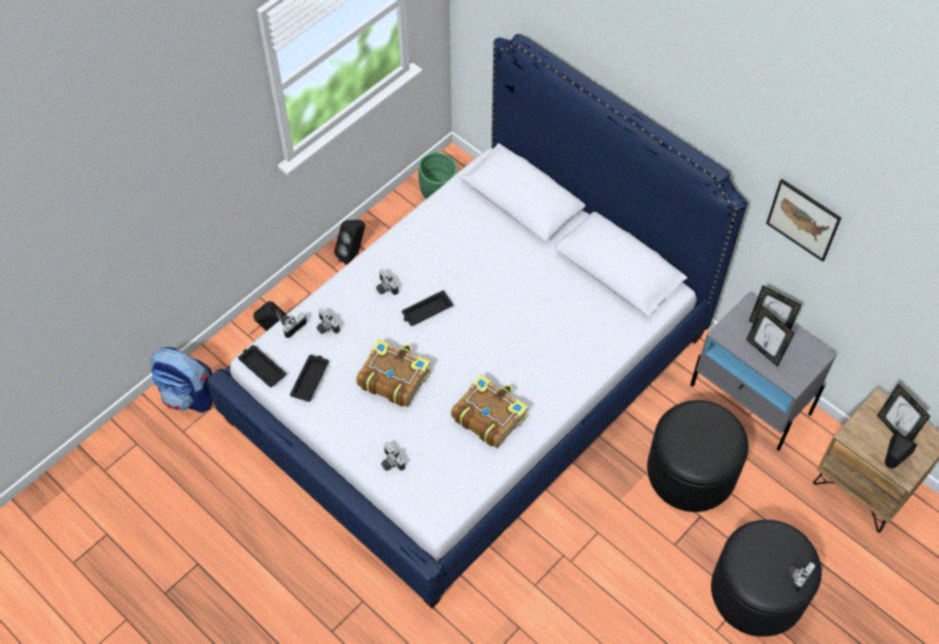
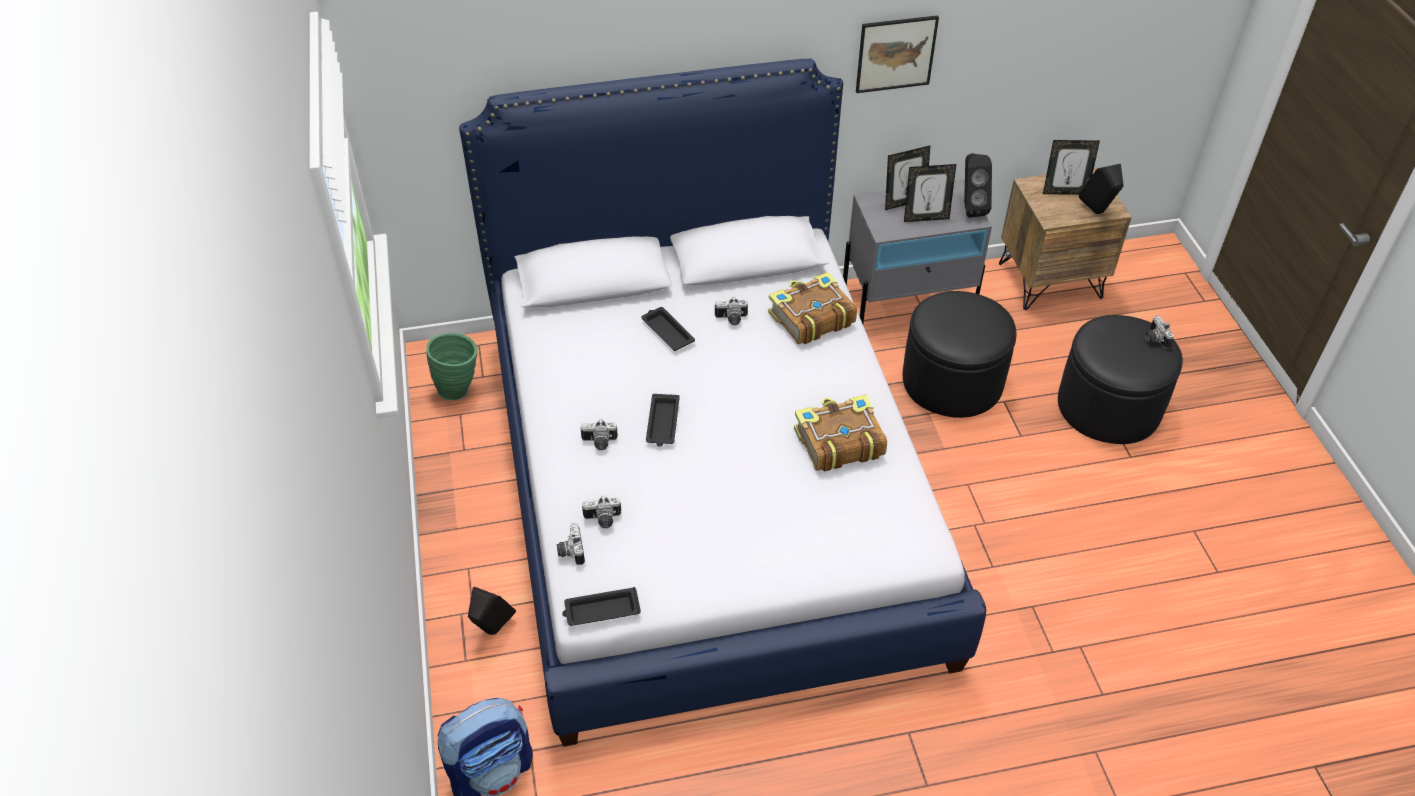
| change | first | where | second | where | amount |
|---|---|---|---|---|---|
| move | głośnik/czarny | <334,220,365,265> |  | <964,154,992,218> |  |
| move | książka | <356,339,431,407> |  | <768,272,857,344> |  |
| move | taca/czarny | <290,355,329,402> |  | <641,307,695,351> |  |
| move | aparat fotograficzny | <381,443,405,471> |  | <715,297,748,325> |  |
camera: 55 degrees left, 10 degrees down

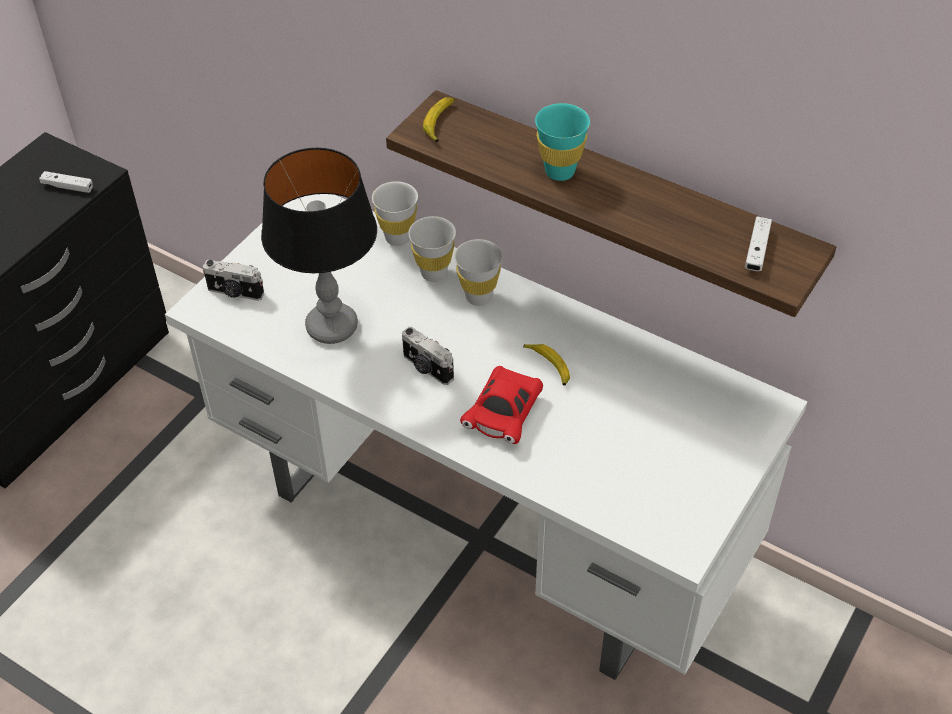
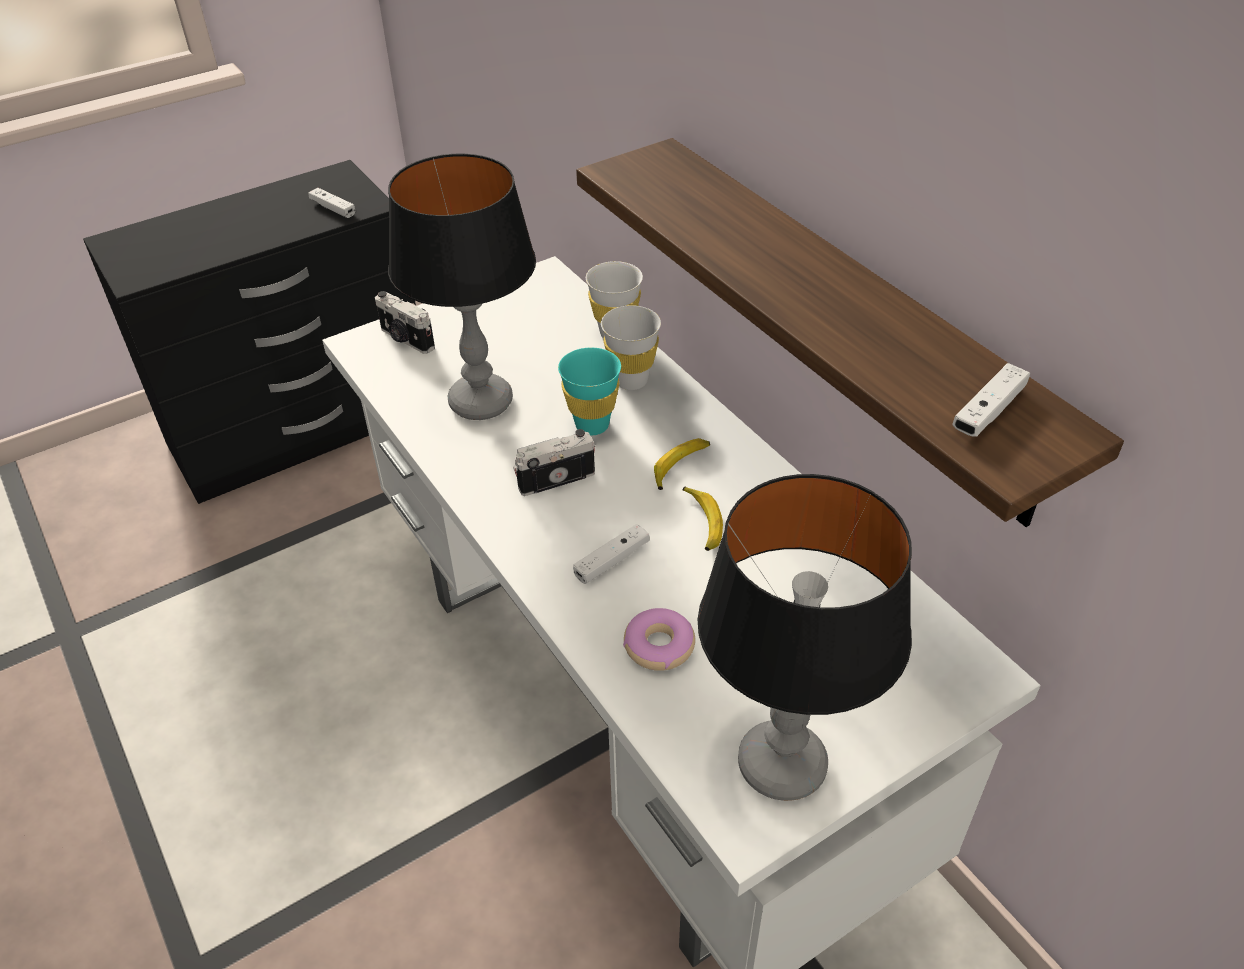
| change | first | where | second | where | amount |
|---|---|---|---|---|---|
| move | banan | <423,97,455,142> |  | <654,438,710,490> |  |
| move | filiżanka/turkusowy | <535,103,590,181> |  | <558,348,621,435> |  |
| delete | filiżanka/biały | <454,239,503,306> |  |  |  |
| rotate | aparat fotograficzny | <402,327,454,385> |  | <513,429,596,496> | 90 degrees clockwise |
| replace | samochodzik/czerwony | <460,366,543,444> | pad do gier/biały | <573,524,649,584> |  |
| insert |  |  | lampa stołowa | <698,474,912,801> |  |
| insert |  |  | donut | <623,608,695,671> |  |
camera: 25 degrees right, 5 degrees down

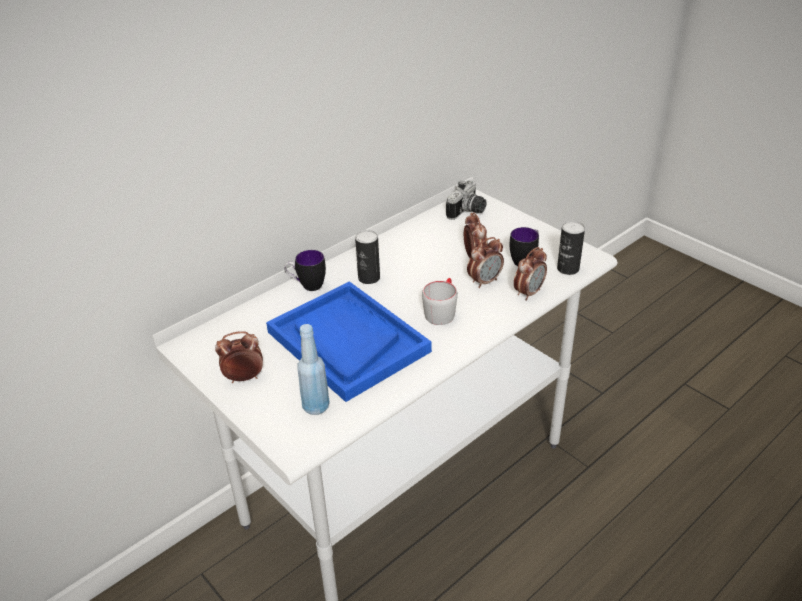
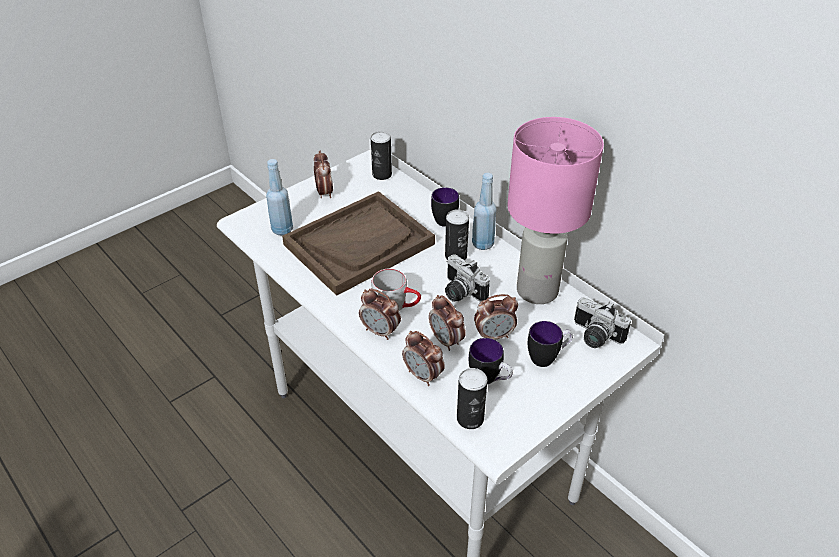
| change | first | where | second | where | amount |
|---|---|---|---|---|---|
| recolor | taca/niebieski | <266,281,432,402> | taca/brązowy | <282,191,435,296> |  |
| insert |  |  | lampa stołowa/różowy | <507,117,604,304> |  |
| insert |  |  | puszka | <371,131,392,180> |  |
| insert |  |  | butelka/niebieski | <472,173,496,250> |  |
| insert |  |  | aparat fotograficzny | <445,254,490,302> |  |
| insert |  |  | budzik | <359,289,401,340> |  |
| insert |  |  | kubek | <528,321,573,367> |  |
camera: 90 degrees right, 5 degrees up

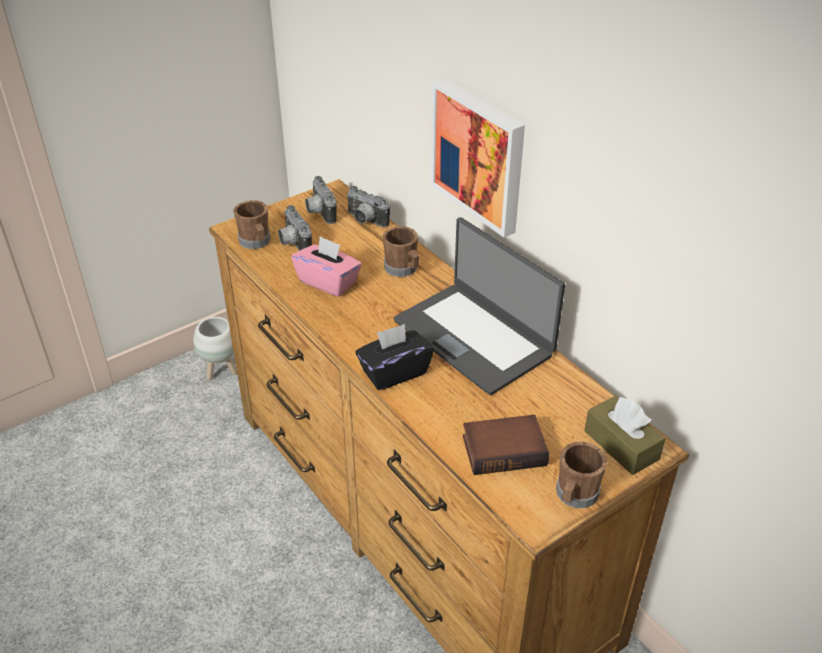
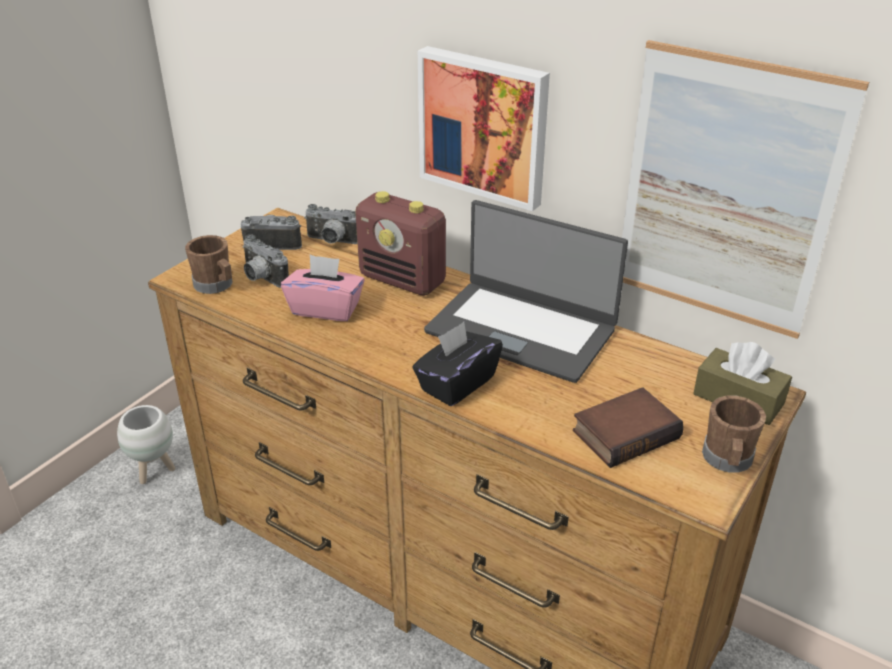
| change | first | where | second | where | amount |
|---|---|---|---|---|---|
| rotate | aparat fotograficzny | <305,176,337,224> |  | <241,215,302,250> | 135 degrees clockwise |
| replace | kubek/brązowy | <383,226,420,277> | radio | <355,191,446,296> |  |
| insert |  |  | obraz | <622,40,869,339> |  |
camera: 20 degrees left, 5 degrees down

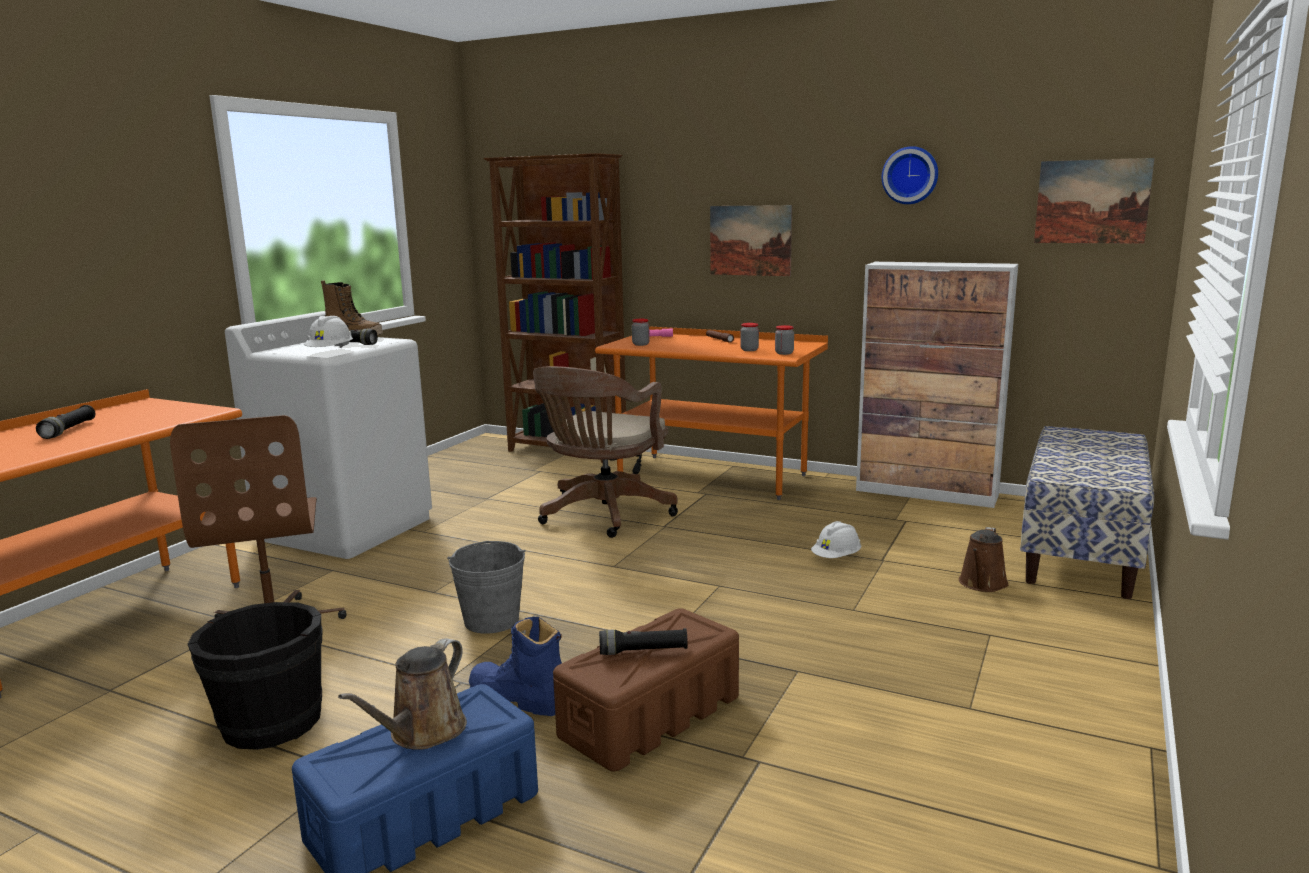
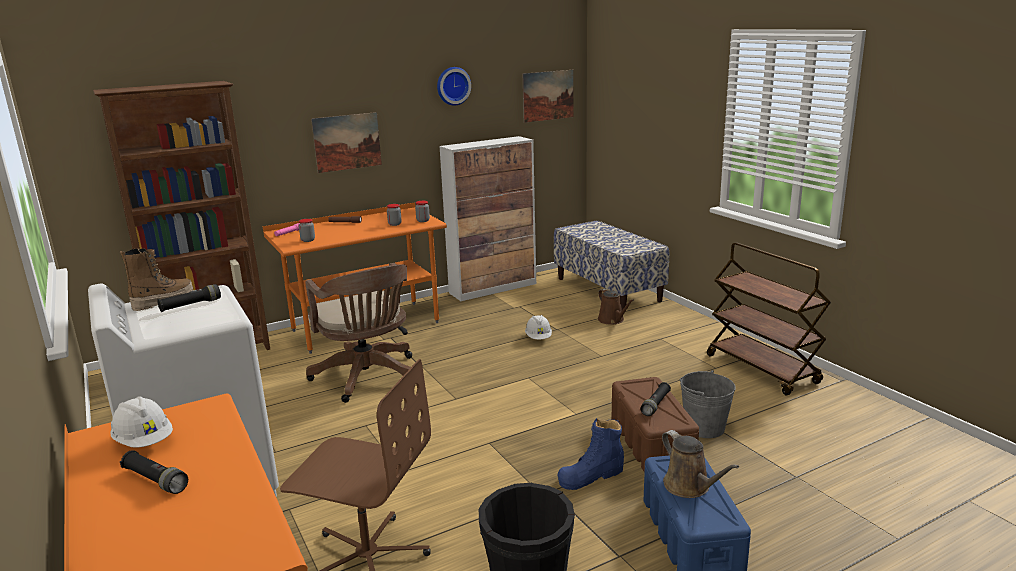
| change | first | where | second | where | amount |
|---|---|---|---|---|---|
| move | kask/biały | <304,316,353,348> |  | <110,396,173,448> |  |
| move | wiadro/szary | <447,541,526,634> |  | <680,370,736,438> |  |
| insert |  |  | wózek/brązowy | <707,242,831,395> |  |
camera: 55 degrees left, 5 degrees up

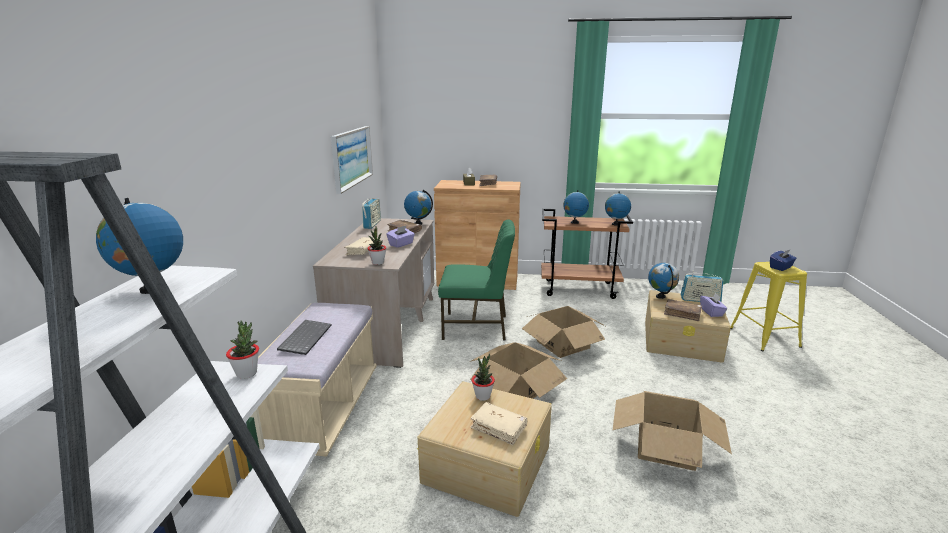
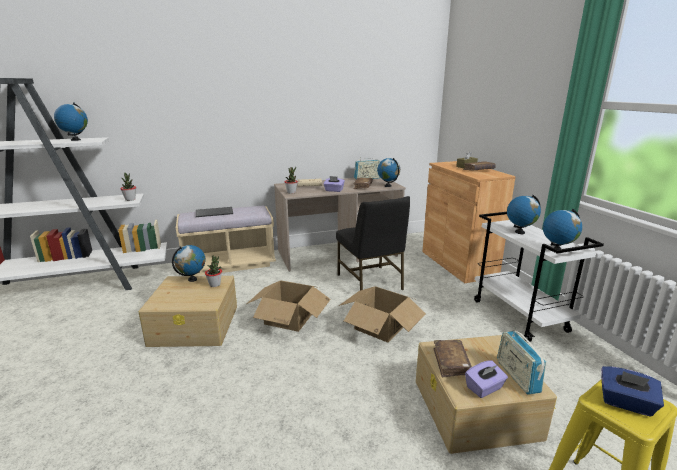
| change | first | where | second | where | amount |
|---|---|---|---|---|---|
| delete | obraz | <331,126,373,194> |  |  |  |
| recolor | wózek/brązowy | <541,209,633,299> | wózek/biały | <474,212,604,342> |  |
| recolor | krzesło/zielony | <438,219,515,341> | krzesło/czarny | <336,196,410,291> |  |
| move | globus | <648,263,679,299> |  | <172,245,205,282> |  |
| delete | karton | <612,391,732,471> |  |  |  |
| delete | książka/beżowy | <470,402,527,445> |  |  |  |
camera: 65 degrees right, 0 degrees up

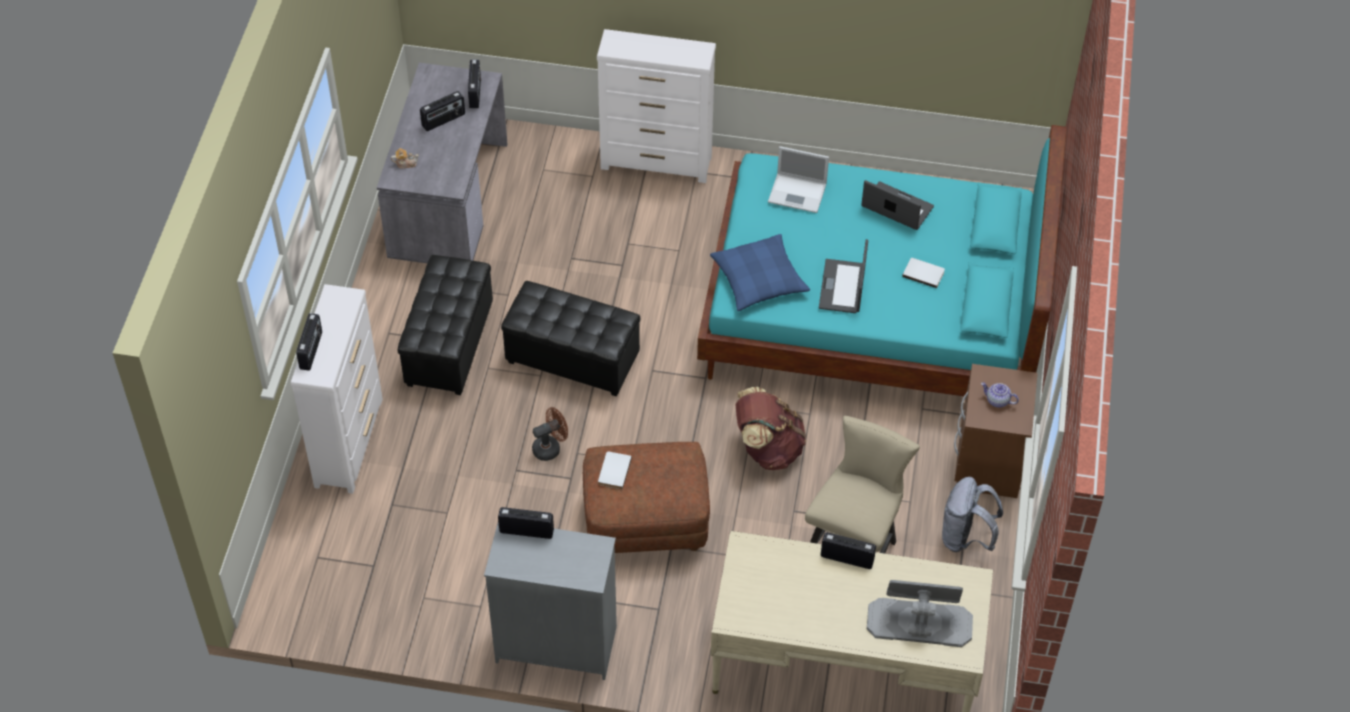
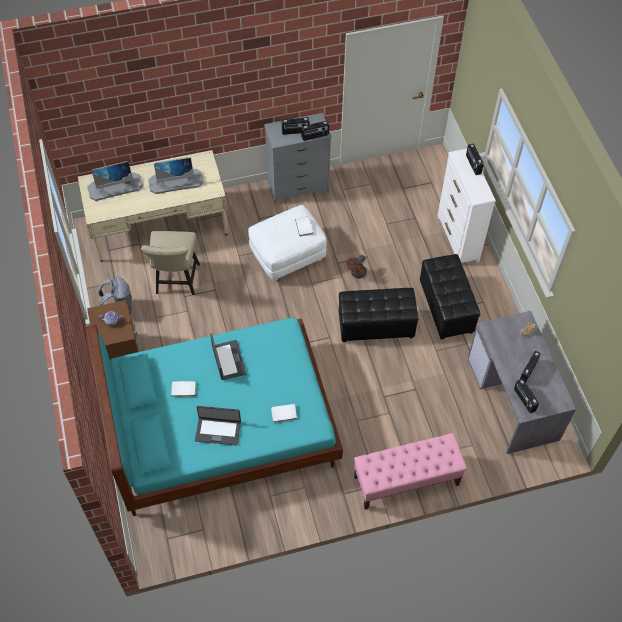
| change | first | where | second | where | amount |
|---|---|---|---|---|---|
| replace | komoda/biały | <597,29,716,183> | ławka/różowy | <354,433,467,510> |  |
| replace | laptop | <768,146,829,213> | książka/biały | <271,404,297,423> |  |
| delete | poduszka/niebieski | <710,234,810,311> |  |  |  |
| delete | plecak/brązowy | <735,387,806,470> |  |  |  |
| recolor | pufa/brązowy | <583,442,710,553> | pufa/biały | <248,205,327,281> |  |
| move | radio | <821,532,876,569> |  | <282,117,310,135> |  |
| insert |  |  | monitor | <148,157,203,194> |  |
camera: 155 degrees right, 5 degrees up

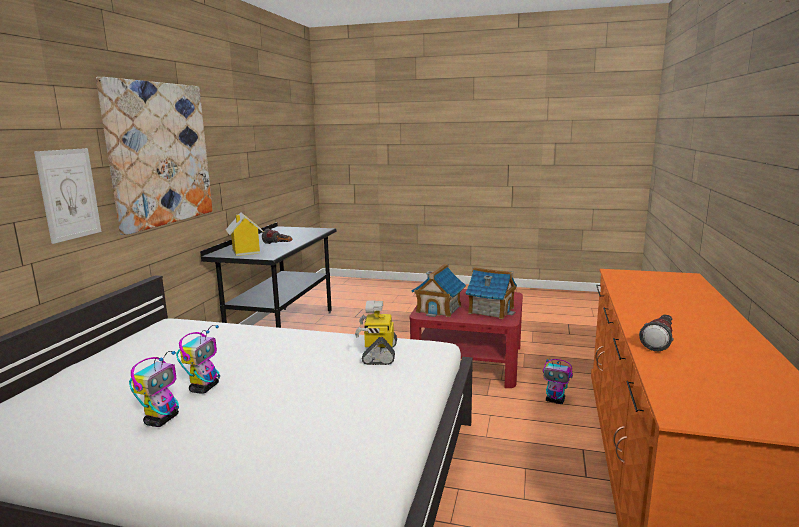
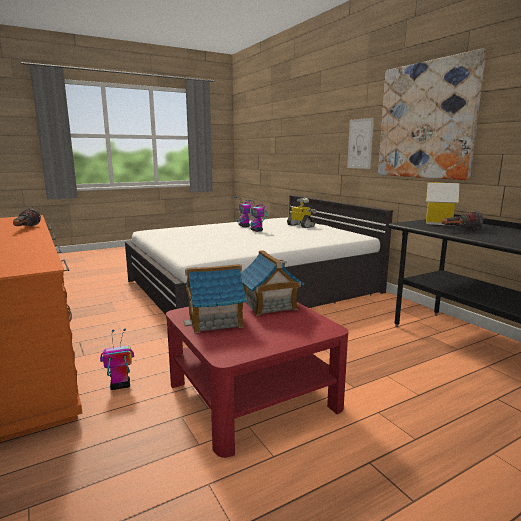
| change | first | where | second | where | amount |
|---|---|---|---|---|---|
| move | robot zabawkowy | <355,300,397,365> |  | <287,198,316,228> |  |
camera: 135 degrees right, 0 degrees up

